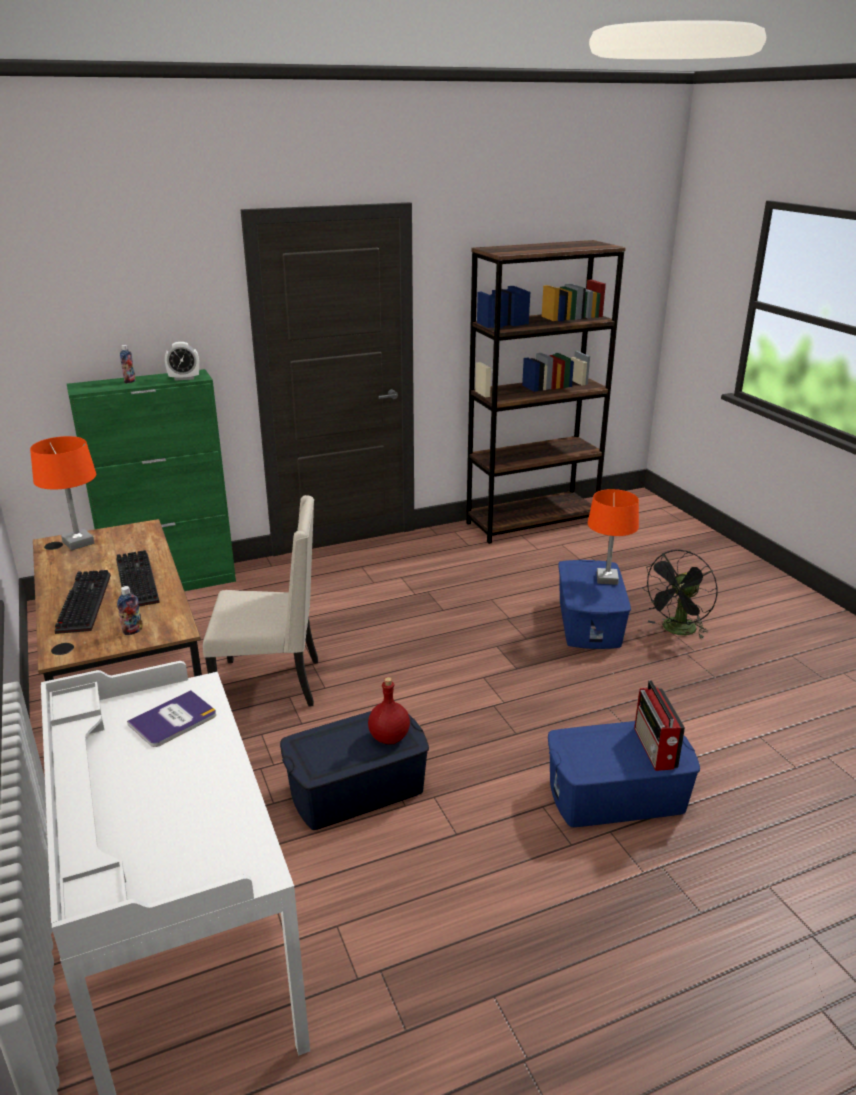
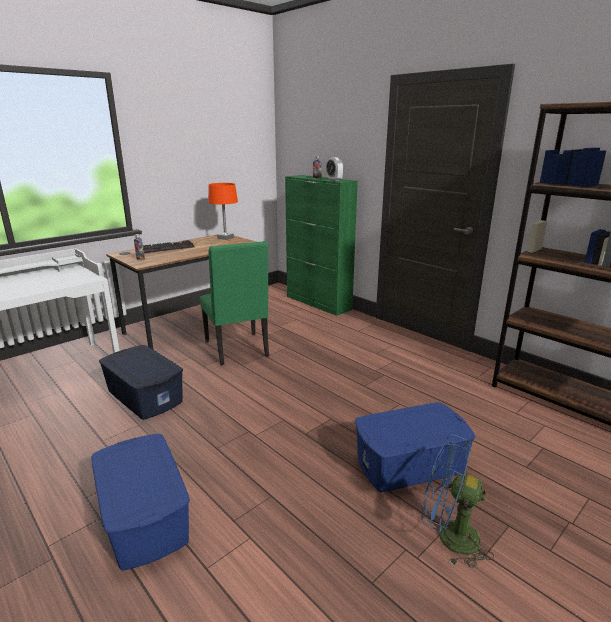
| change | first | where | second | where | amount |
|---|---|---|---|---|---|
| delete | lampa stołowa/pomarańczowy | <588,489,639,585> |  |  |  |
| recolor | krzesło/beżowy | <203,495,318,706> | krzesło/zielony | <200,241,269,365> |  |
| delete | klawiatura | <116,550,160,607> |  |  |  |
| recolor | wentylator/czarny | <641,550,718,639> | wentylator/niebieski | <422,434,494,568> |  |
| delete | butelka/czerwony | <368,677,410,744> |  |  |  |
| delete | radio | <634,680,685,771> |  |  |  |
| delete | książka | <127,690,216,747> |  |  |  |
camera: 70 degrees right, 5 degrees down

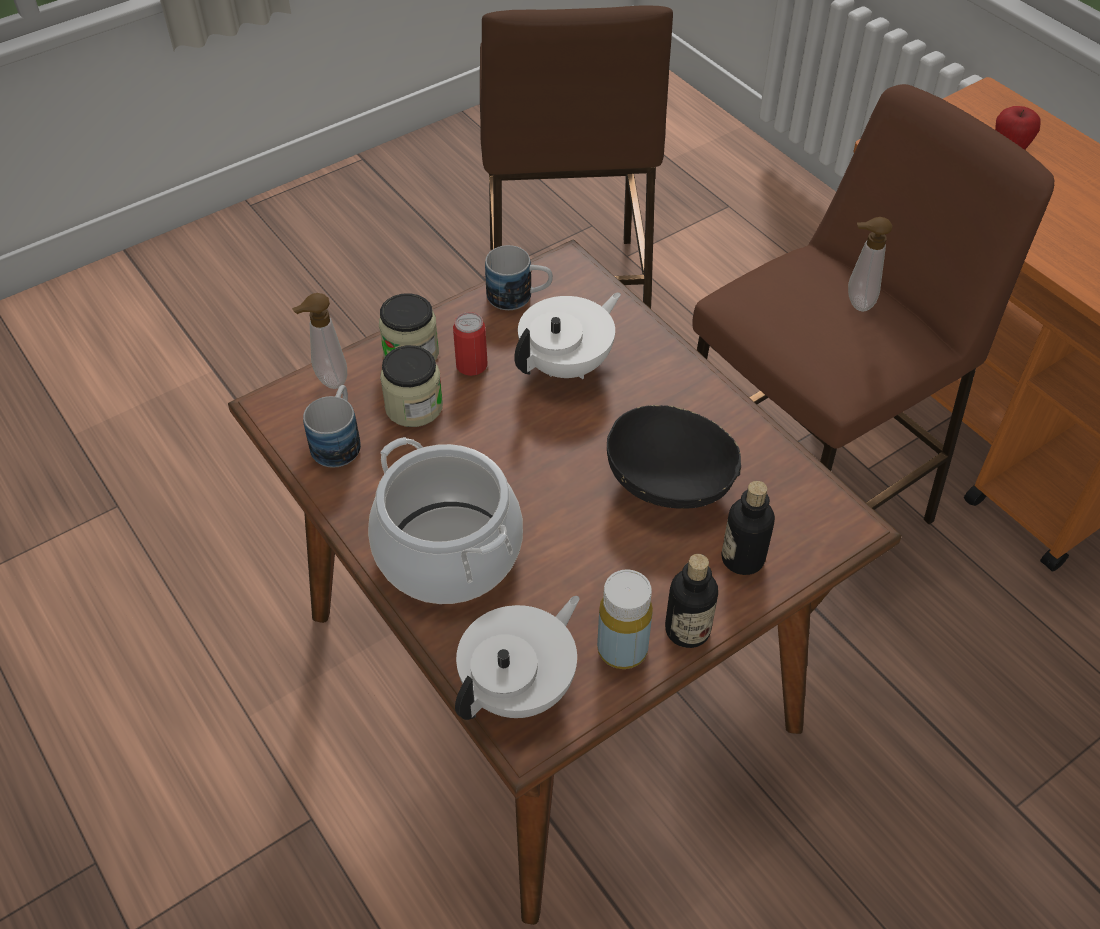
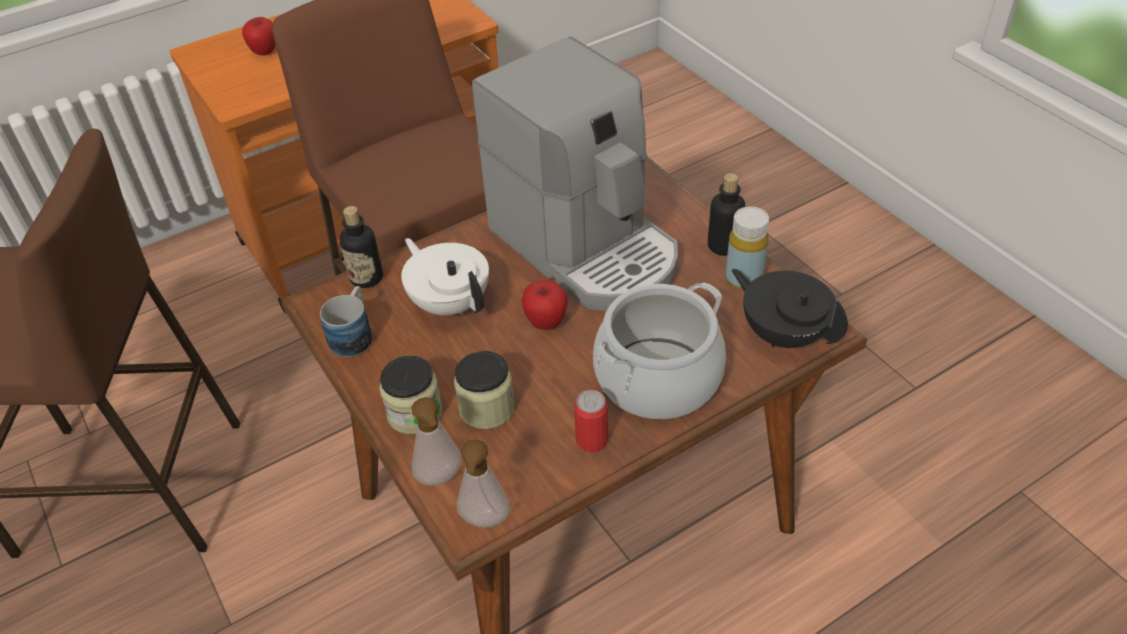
| change | first | where | second | where | amount |
|---|---|---|---|---|---|
| move | dozownik mydła | <848,217,893,312> |  | <457,440,511,528> |  |
| move | puszka | <453,312,488,376> |  | <574,390,608,452> |  |
| delete | kubek | <303,385,361,468> |  |  |  |
| replace | miska/czarny | <607,405,741,509> | ekspres do kawy | <472,36,678,311> |  |
| move | butelka | <721,481,775,575> |  | <340,206,383,288> |  |
| recolor | imbryk/biały | <455,596,580,720> | imbryk/czarny | <731,269,848,348> |  |
| insert |  |  | jabłko | <522,280,568,330> |  |
camera: 85 degrees left, 5 degrees down

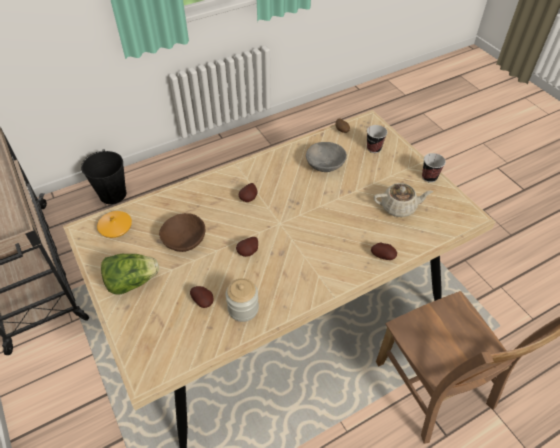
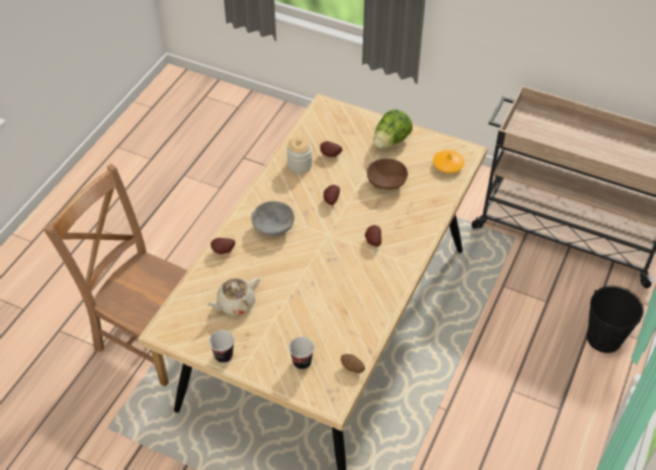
| change | first | where | second | where | amount |
|---|---|---|---|---|---|
| move | miska/szary | <306,142,347,172> |  | <251,201,294,236> |  |
camera: 145 degrees right, 0 degrees up

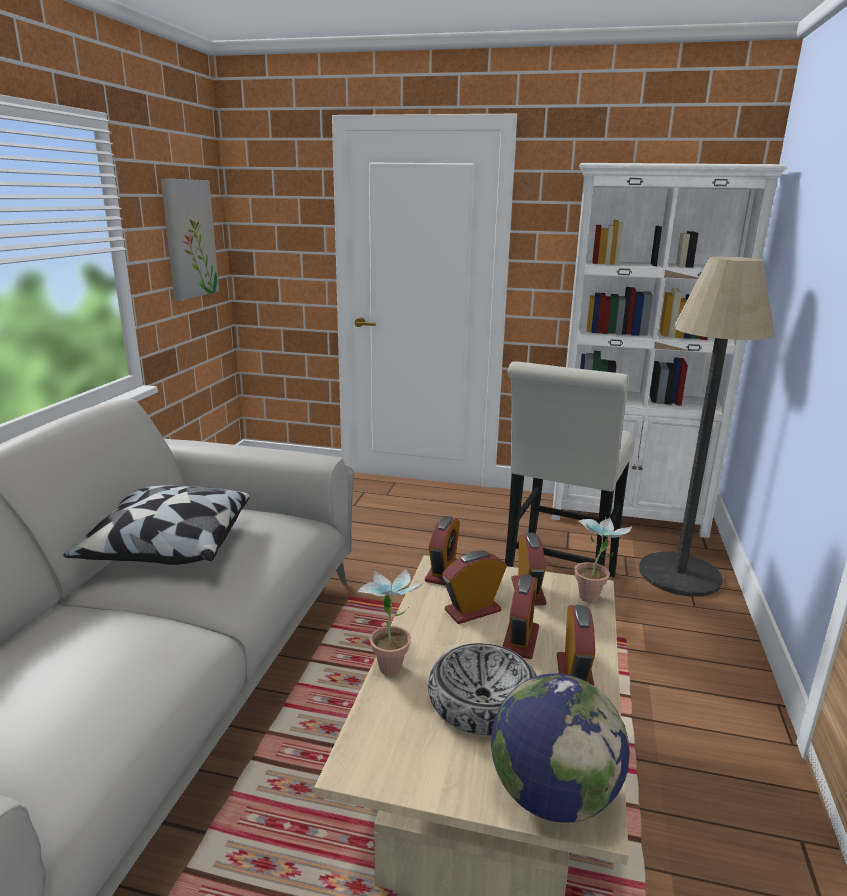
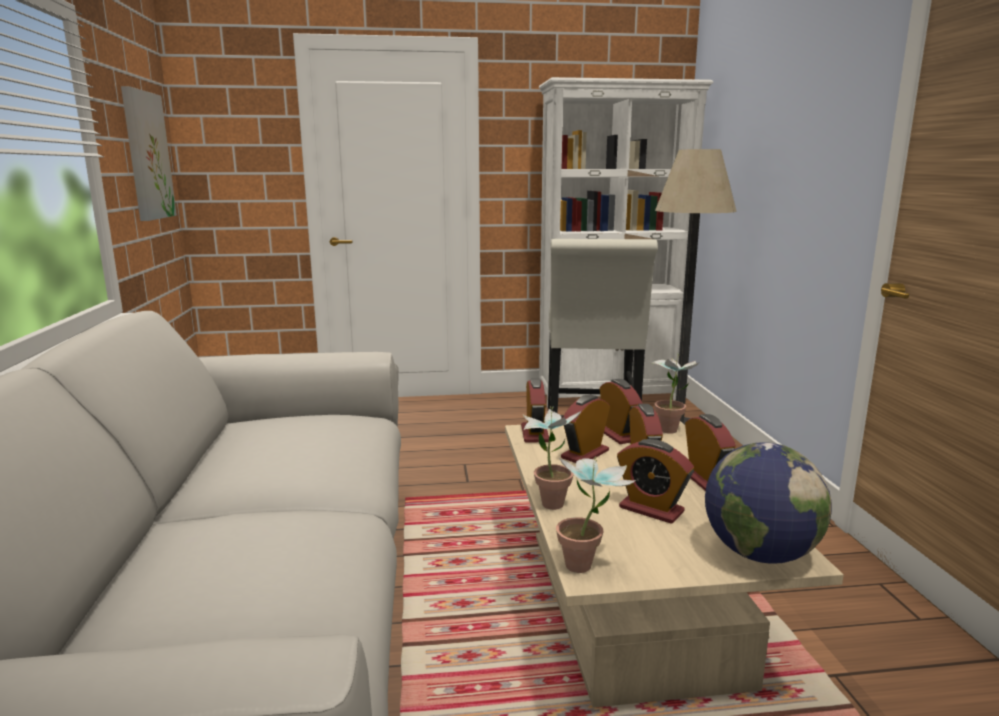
| change | first | where | second | where | amount |
|---|---|---|---|---|---|
| delete | poduszka | <63,485,250,565> |  |  |  |
| replace | miska | <428,643,537,735> | budzik | <617,439,694,524> |  |
| insert |  |  | roślina doniczkowa | <556,456,636,573> |  |
camera: 20 degrees left, 5 degrees down

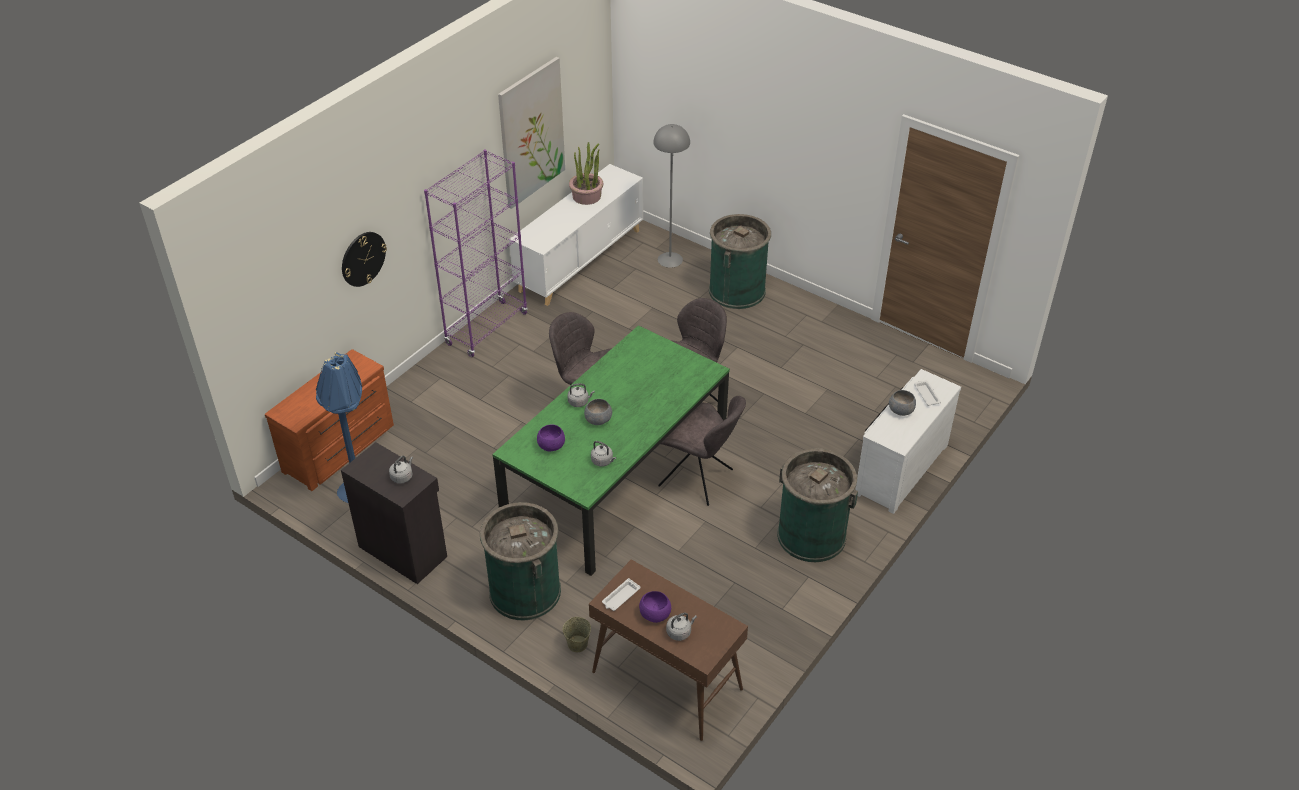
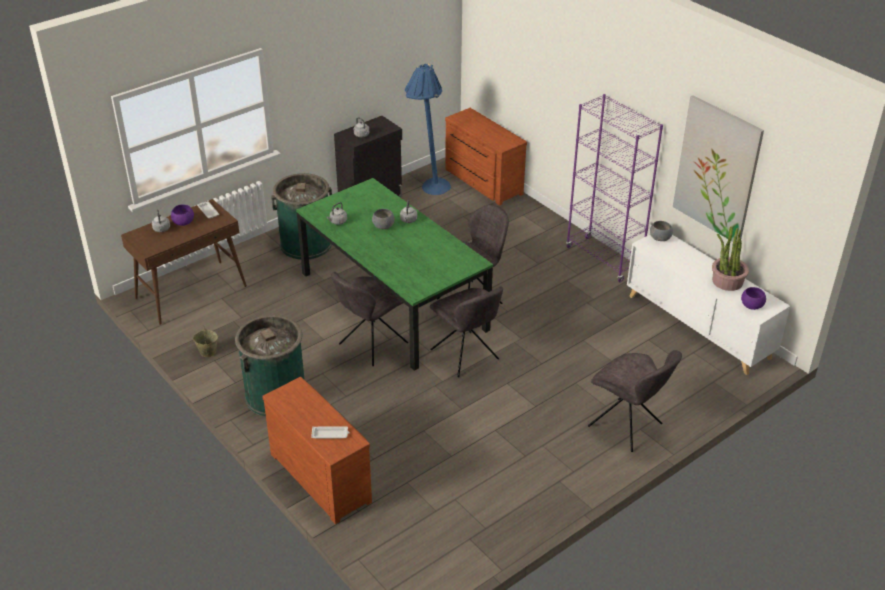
| change | first | where | second | where | amount |
|---|---|---|---|---|---|
| delete | lampa stojąca/szary | <653,124,690,268> |  |  |  |
| replace | kosz na śmieci/zielony | <709,214,771,309> | krzesło/szary | <588,350,682,452> |  |
| delete | zegar ścienny | <342,232,387,287> |  |  |  |
| recolor | komoda/biały | <855,369,961,514> | komoda/brązowy | <262,377,372,524> |  |
| move | miska/szary | <889,390,916,416> |  | <650,221,673,241> |  |
| move | miska/fioletowy | <537,425,565,451> |  | <741,287,766,310> |  |
| move | wiadro/beżowy | <563,617,591,652> |  | <193,326,218,357> |  |
camera: 105 degrees right, 5 degrees down

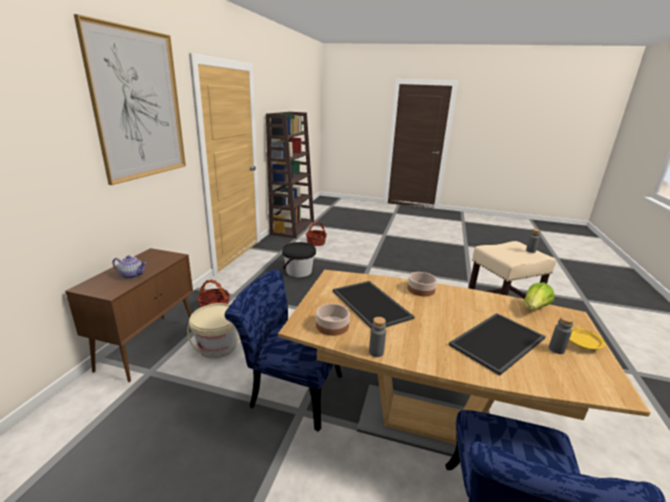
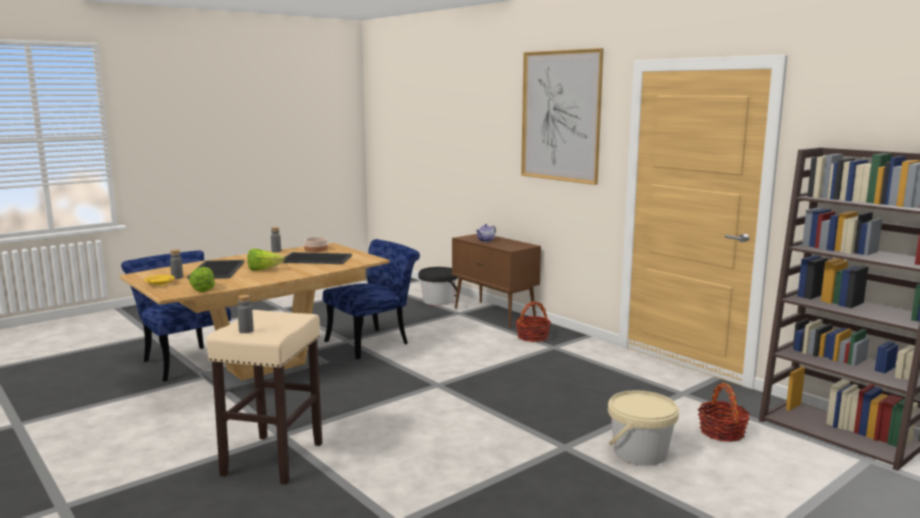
| change | first | where | second | where | amount |
|---|---|---|---|---|---|
| move | wiadro/czarny | <282,242,316,277> |  | <418,267,458,306> |  |
| delete | miska | <407,272,437,296> |  |  |  |
| move | wiadro/beżowy | <187,303,240,358> |  | <608,390,679,466> |  |
| insert |  |  | sałata | <248,249,285,271> |  |
camera: 125 degrees right, 10 degrees down

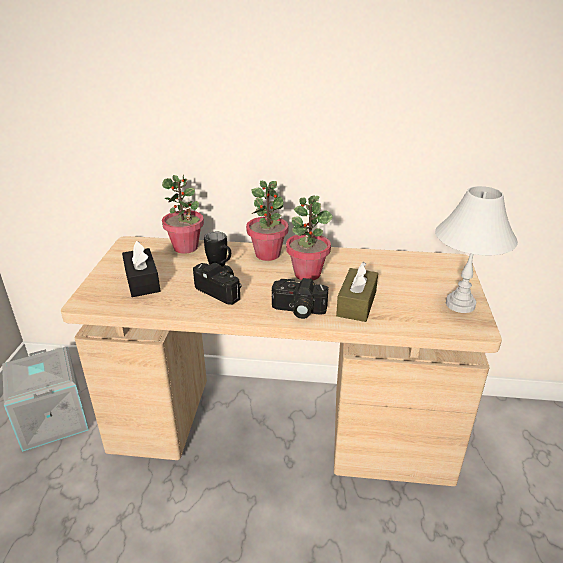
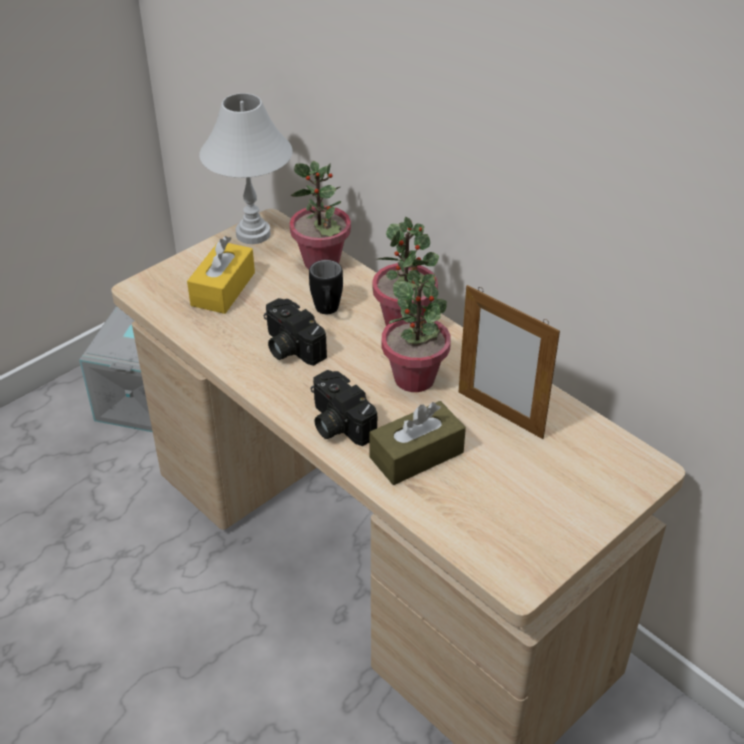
| change | first | where | second | where | amount |
|---|---|---|---|---|---|
| move | lampa stołowa/biały | <435,186,518,313> |  | <199,93,293,244> |  |
| recolor | pudełko chusteczek/czarny | <122,241,160,297> | pudełko chusteczek/żółty | <187,236,255,314> |  |
| rotate | aparat fotograficzny | <193,263,241,305> |  | <264,298,327,366> | 150 degrees clockwise |
| insert |  |  | ramka na zdjęcie | <459,285,560,439> |  |
camera: 40 degrees right, 10 degrees up

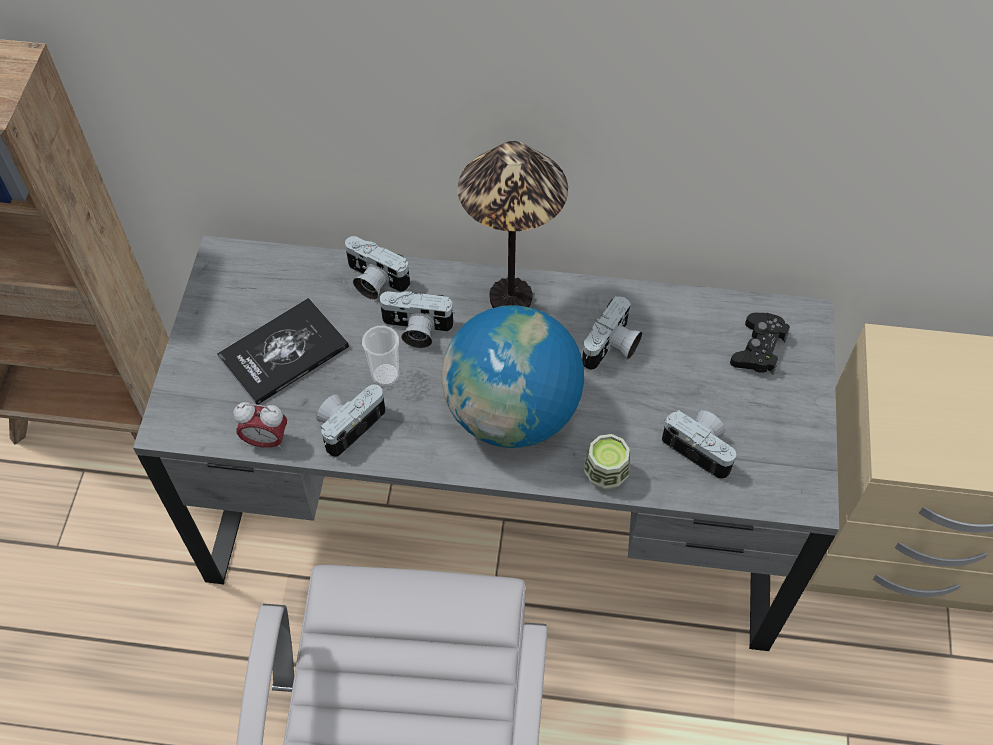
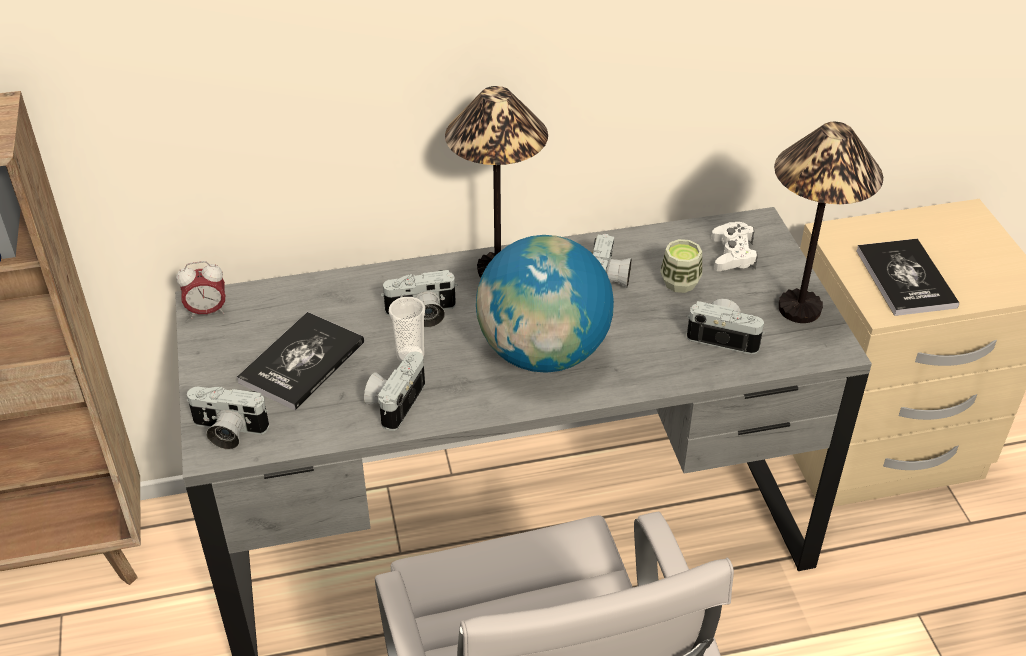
| change | first | where | second | where | amount |
|---|---|---|---|---|---|
| move | aparat fotograficzny | <345,236,410,300> |  | <187,387,269,449> |  |
| recolor | pad do gier/czarny | <730,313,790,375> | pad do gier/biały | <711,222,758,271> |  |
| move | budzik | <234,402,287,449> |  | <176,261,225,319> |  |
| move | filiżanka | <584,434,630,490> |  | <660,239,702,293> |  |
| insert |  |  | lampa stołowa | <774,122,883,323> |  |
| insert |  |  | książka | <857,238,959,316> |  |
camera: 20 degrees left, 15 degrees down

